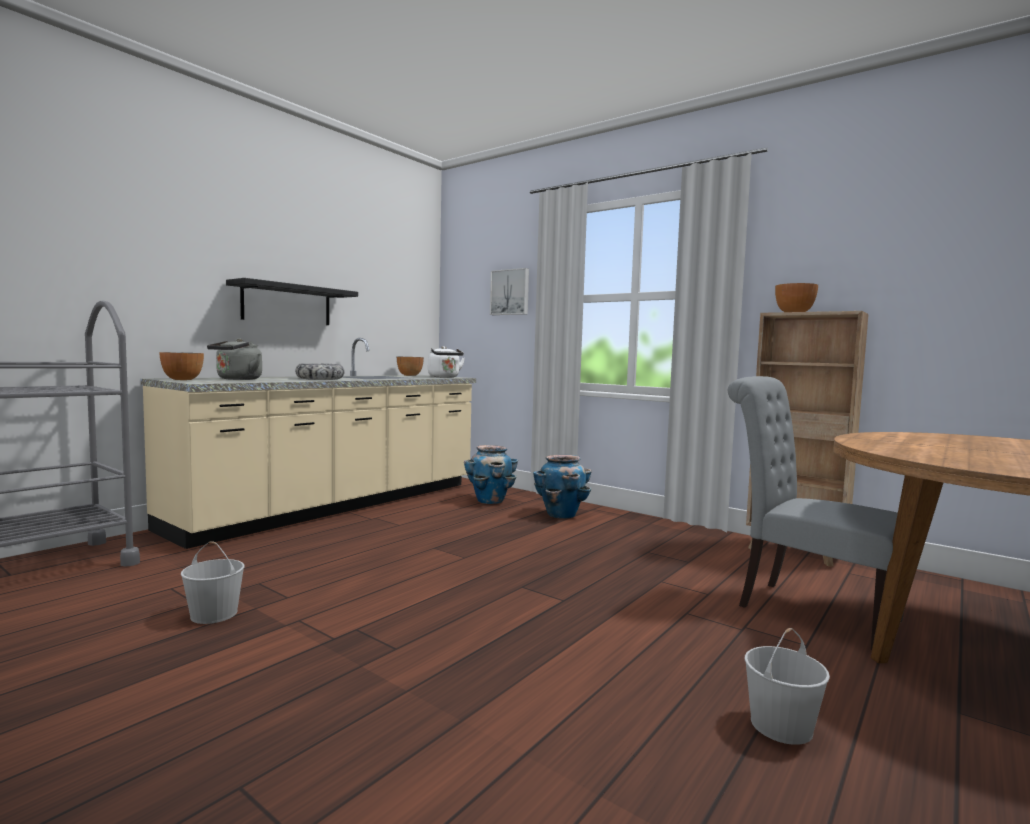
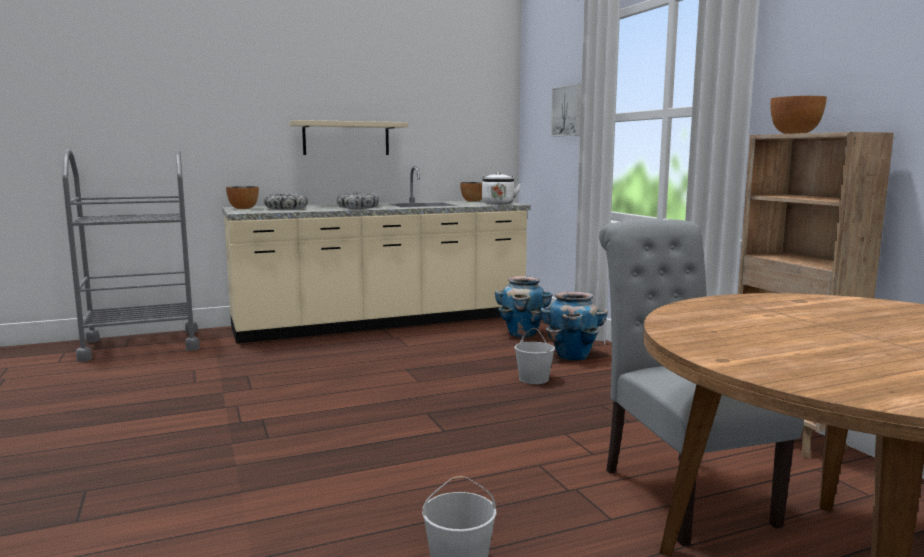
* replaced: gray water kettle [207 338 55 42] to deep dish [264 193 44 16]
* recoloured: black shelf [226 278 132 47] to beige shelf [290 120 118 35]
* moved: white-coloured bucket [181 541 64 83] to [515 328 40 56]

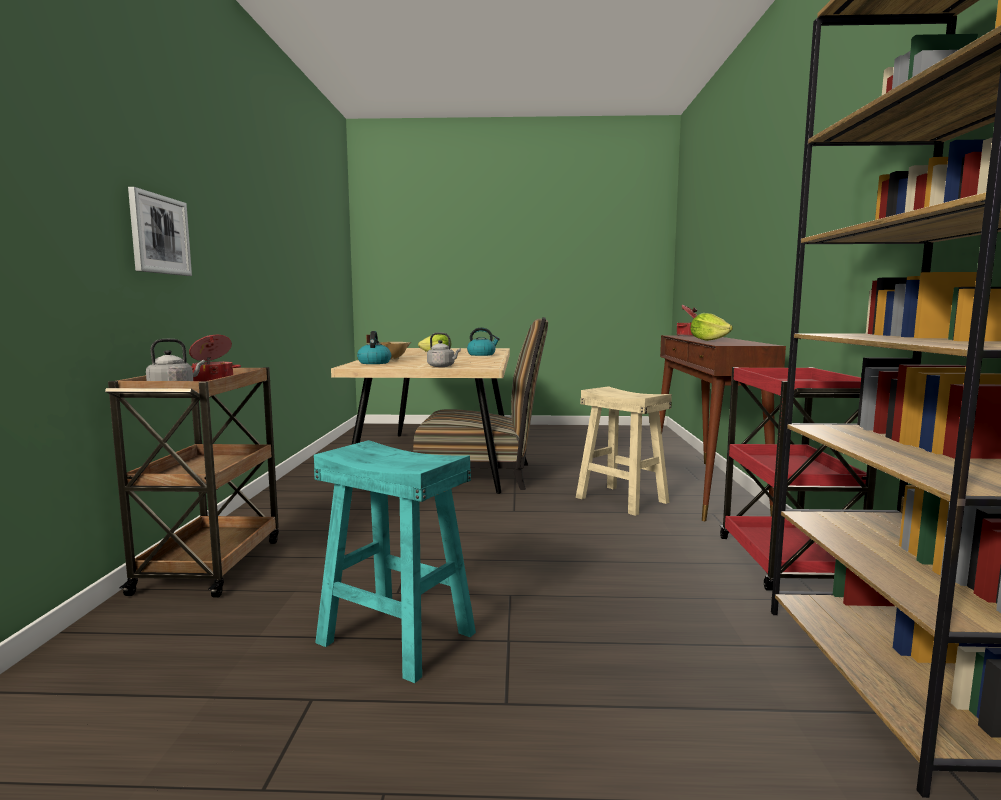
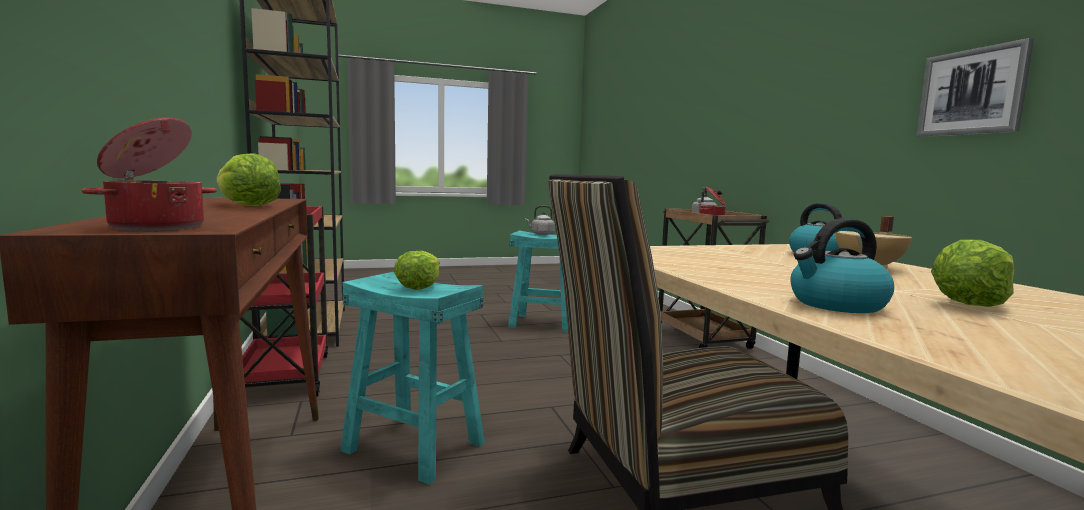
* recoloured: beige sitting stool [576 386 96 130] to turquoise sitting stool [340 272 145 213]
* added: head of lettuce [393 251 47 39]
* moved: gray water kettle [427 332 34 35] to [525 205 30 30]
* moved: wall art [128 187 64 89] to [916 38 118 99]

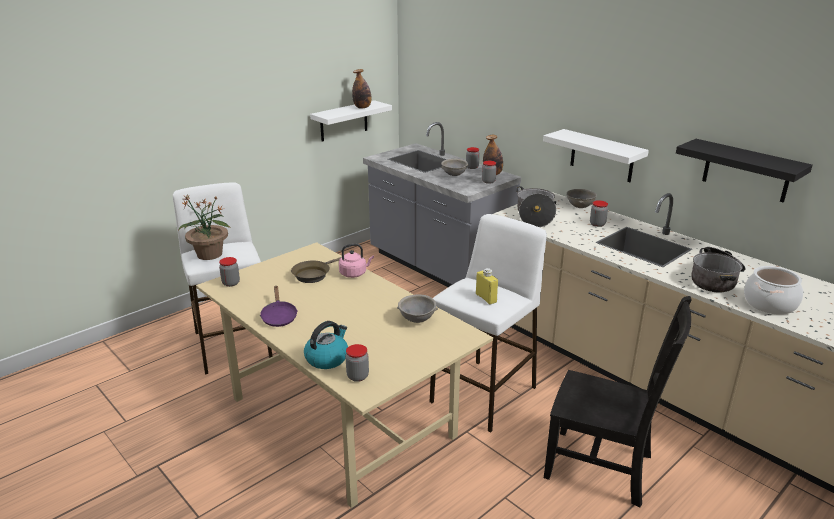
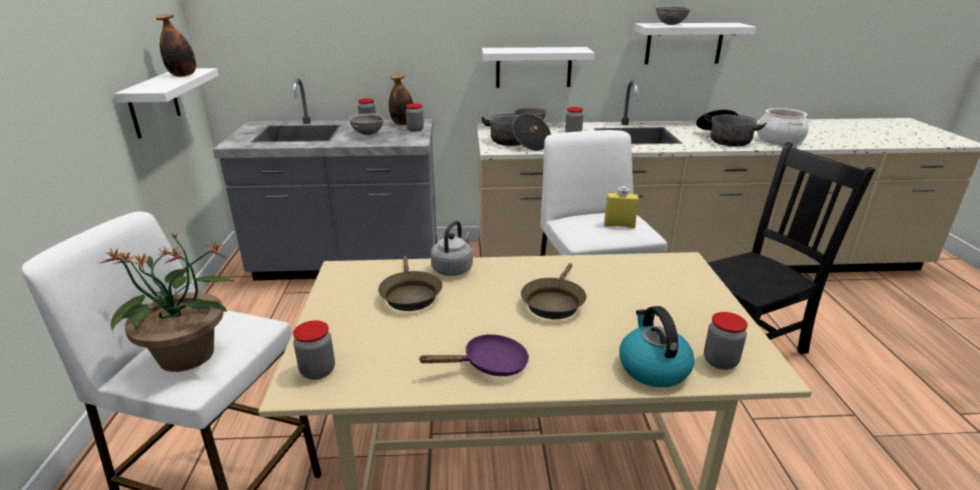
* turned: purplish skillet [260 286 38 41] = [418 334 111 42] 45 degrees counterclockwise
* recoloured: pink water kettle [339 244 35 34] to gray water kettle [431 221 42 55]
* added: brown skillet [521 263 65 56]
* recoloured: black shelf [676 139 137 64] to white-coloured shelf [634 23 122 41]
* moved: gray deep dish [397 294 41 29] to [655 5 36 20]

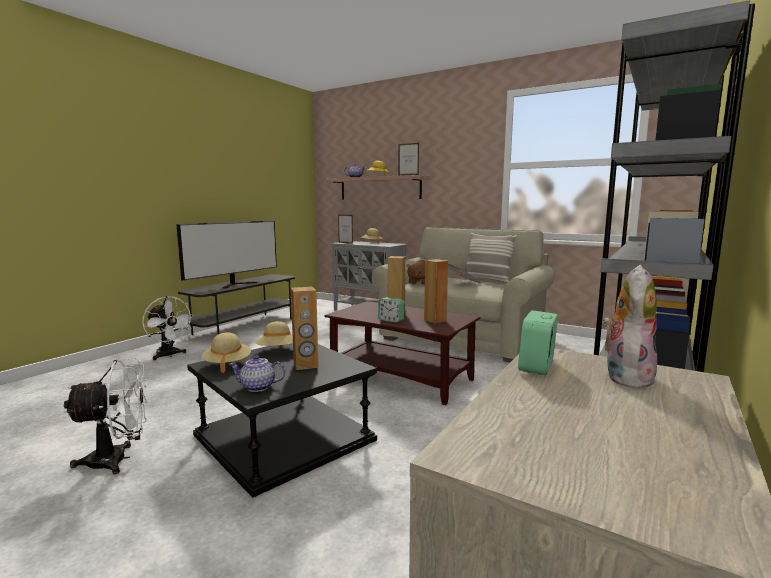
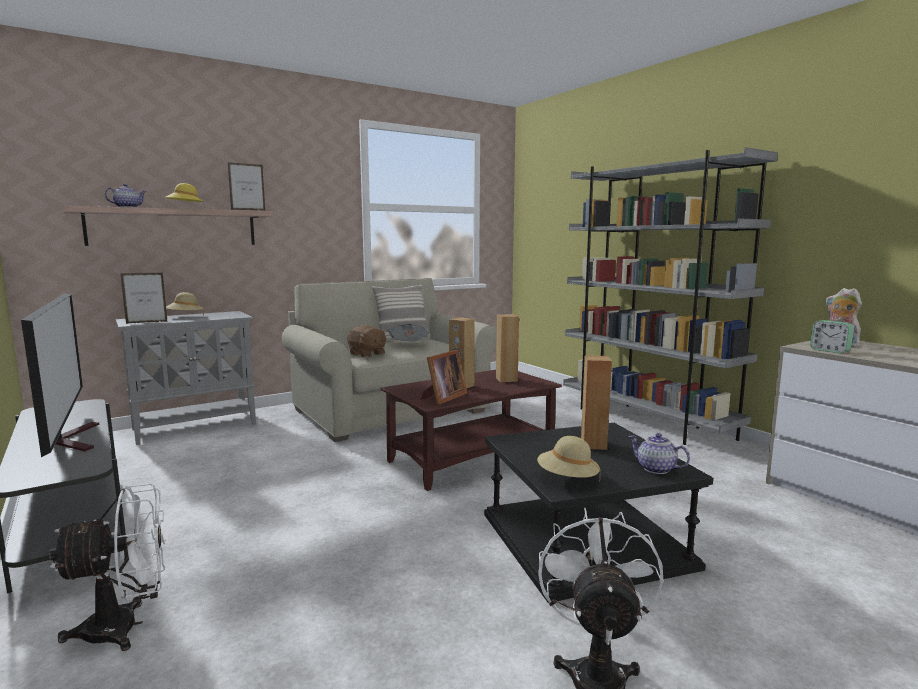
* added: photo frame [421 349 47 56]
* turned: pot for tea [229 355 56 37] = [628 433 62 41] 105 degrees clockwise
* removed: beige wearable hat [255 321 38 25]
* removed: bedside clock [378 297 26 26]

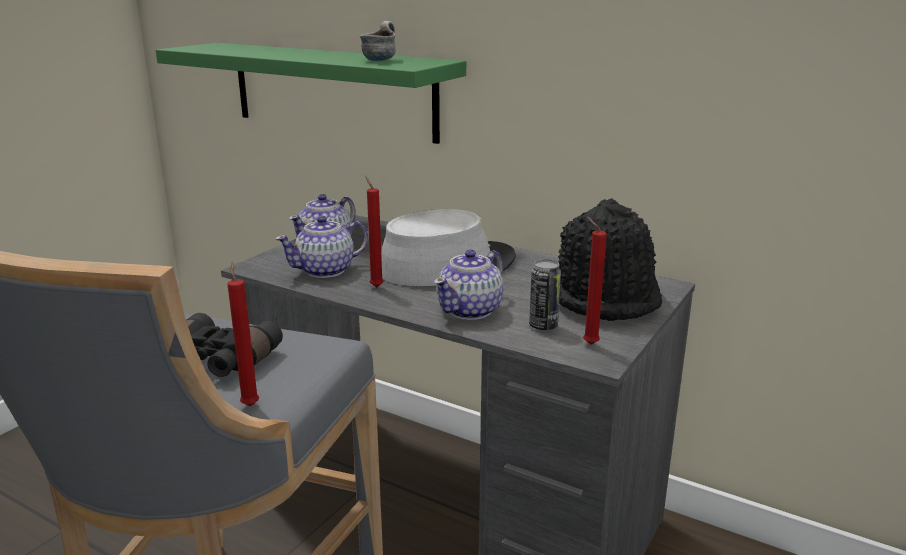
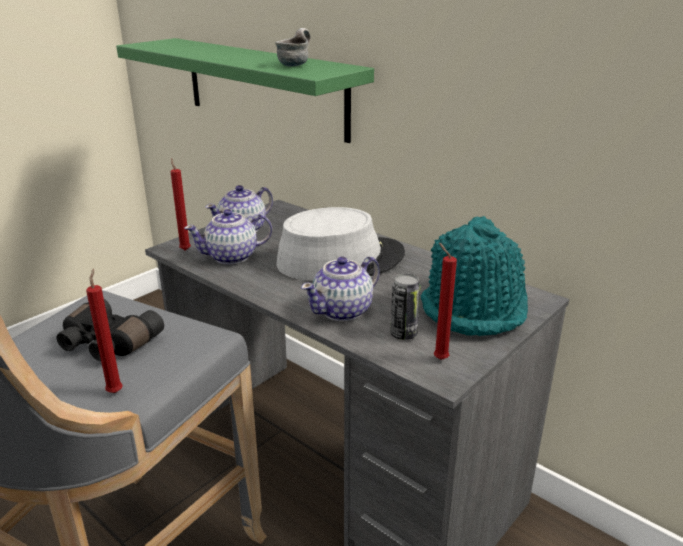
* moved: red-coloured wax light [365 176 19 111] to [170 158 21 93]
* recoloured: black wearable hat [558 198 104 123] to turquoise wearable hat [421 216 107 120]

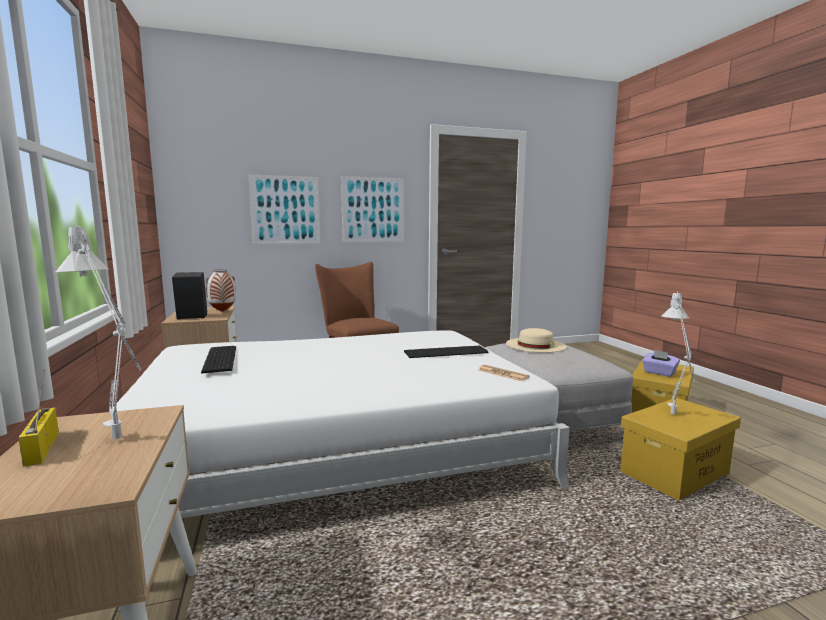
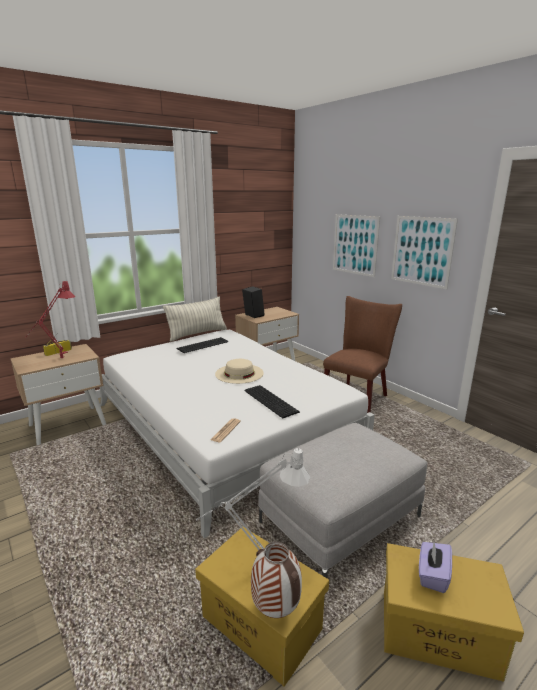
* recoloured: gray table lamp [55 223 86 216] to red-coloured table lamp [27 281 48 77]
* added: pillow [163 297 64 45]
* moved: beige wearable hat [506 328 61 25] to [215 359 49 25]
* moved: vase [206 270 30 42] to [251 542 51 76]

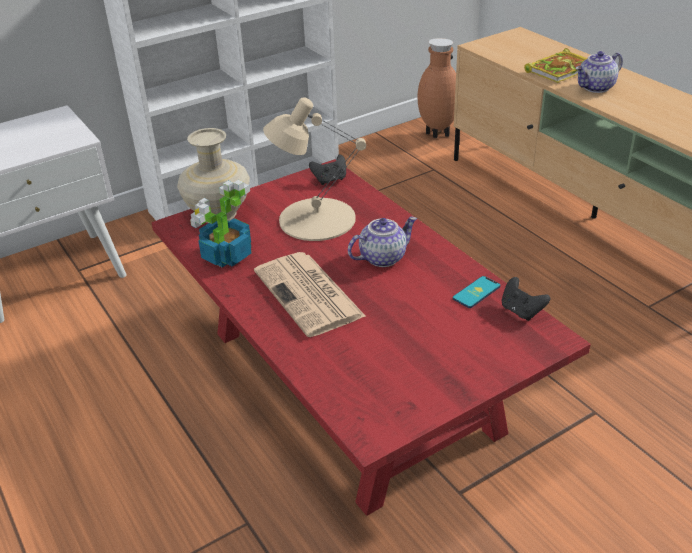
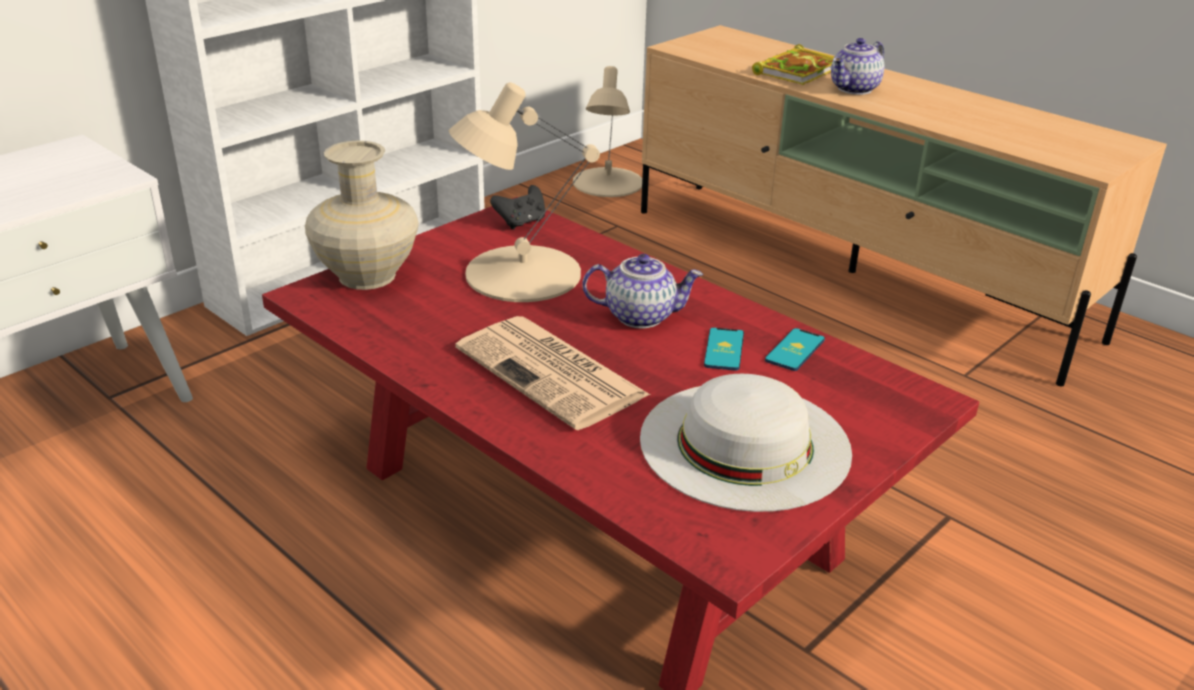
* replaced: brown vase [417 38 39 100] to beige table lamp [573 66 69 131]
* turned: pot for tea [348 217 69 50] = [582 254 121 75] 45 degrees clockwise
* added: white-coloured wearable hat [640 374 212 138]
* added: handset [704 328 40 43]
* removed: potted plant [190 180 61 87]
* removed: black gamepad [502 277 48 44]

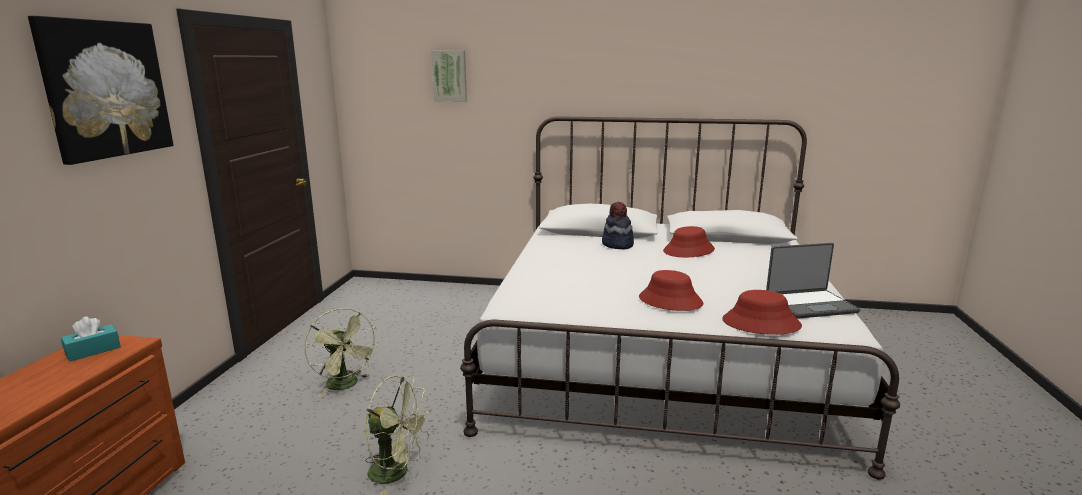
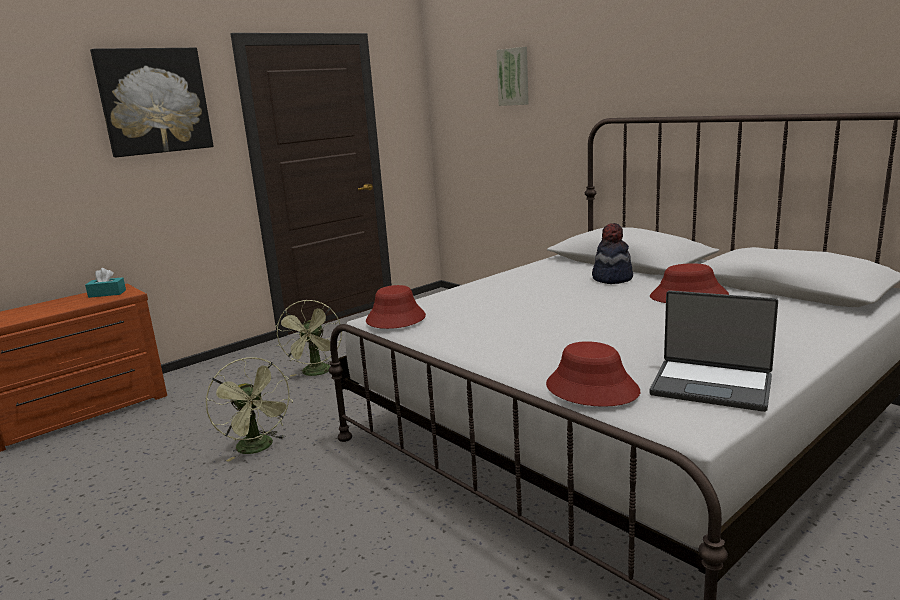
* moved: red-coloured wearable hat [639 270 64 41] to [366 285 60 44]

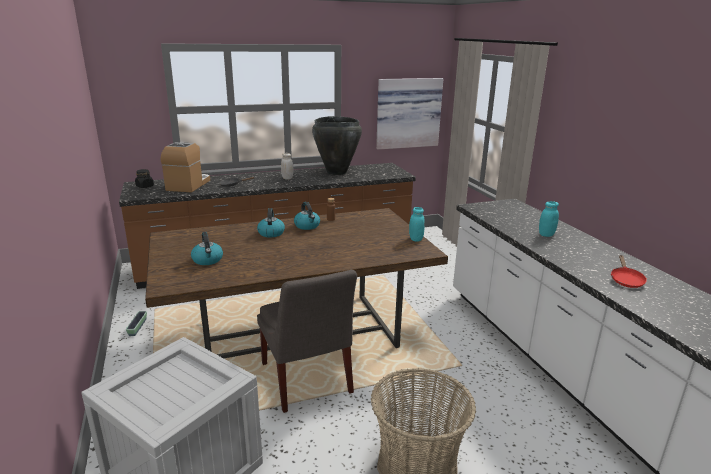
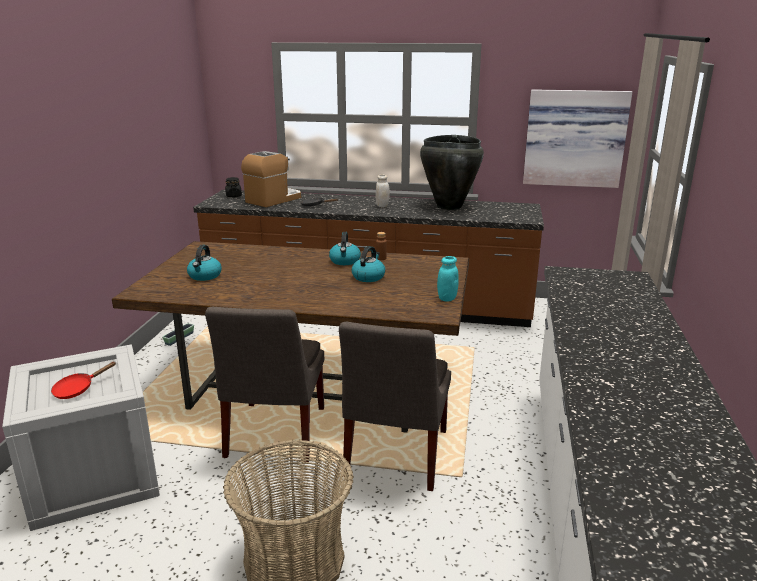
* moved: red-coloured skillet [611 255 36 33] to [51 362 65 37]
* added: gray chair [339 322 112 169]
* moved: water kettle [257 208 28 30] to [351 246 34 36]
* removed: turquoise preserve jar [539 201 20 36]

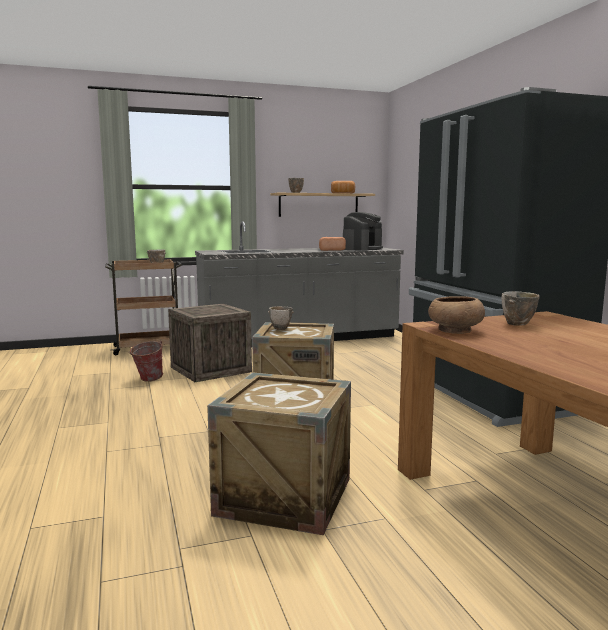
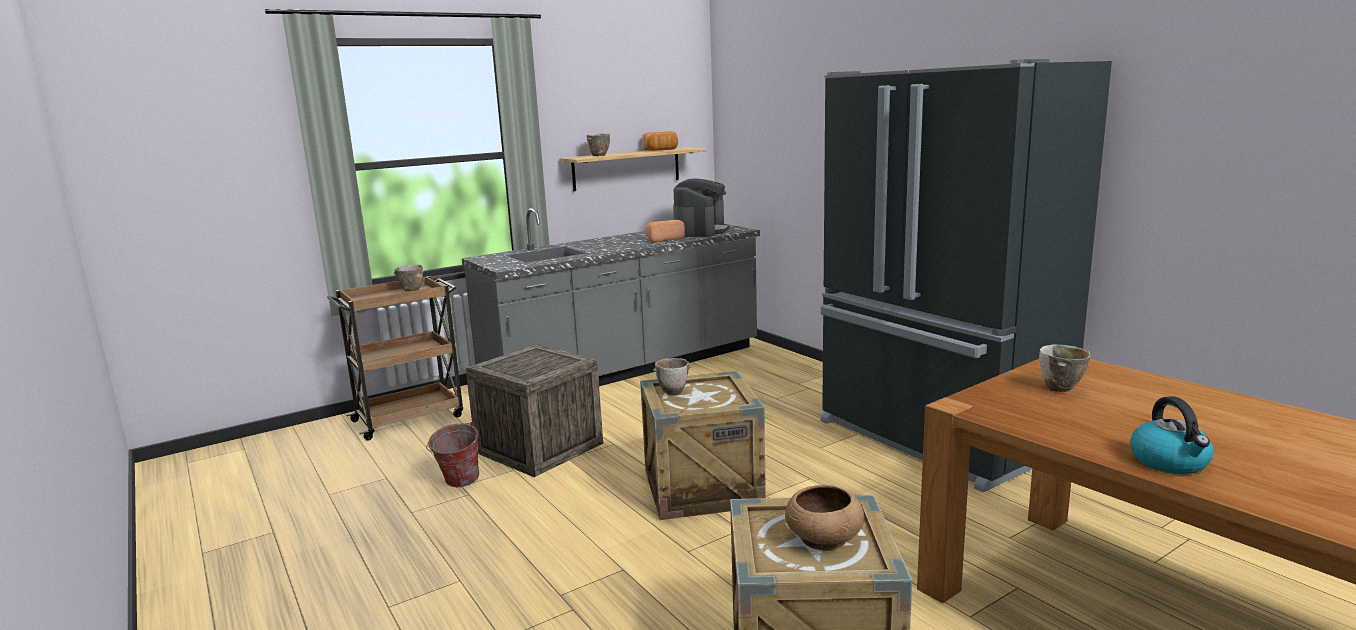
* moved: brown deep dish [428 297 57 37] to [785 485 79 66]
* added: water kettle [1130 396 84 78]

